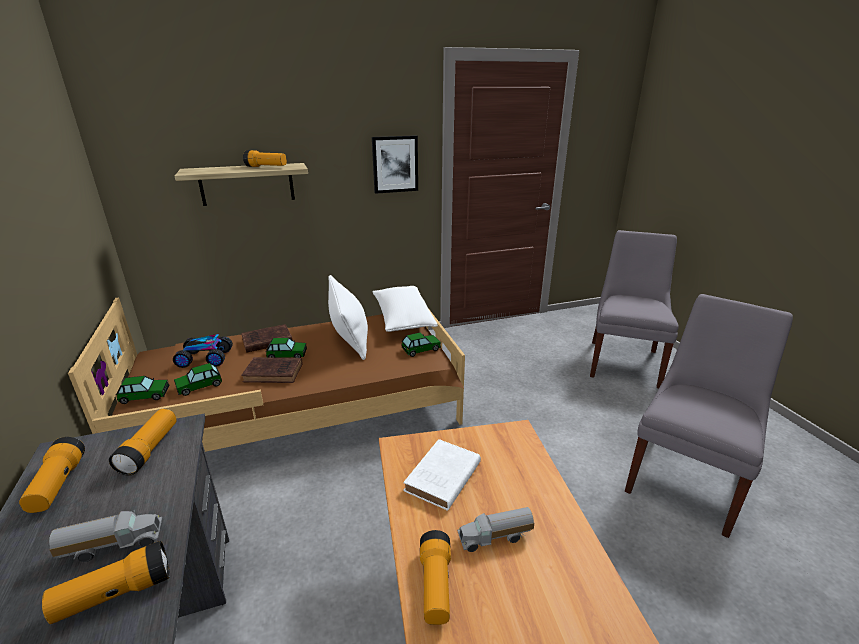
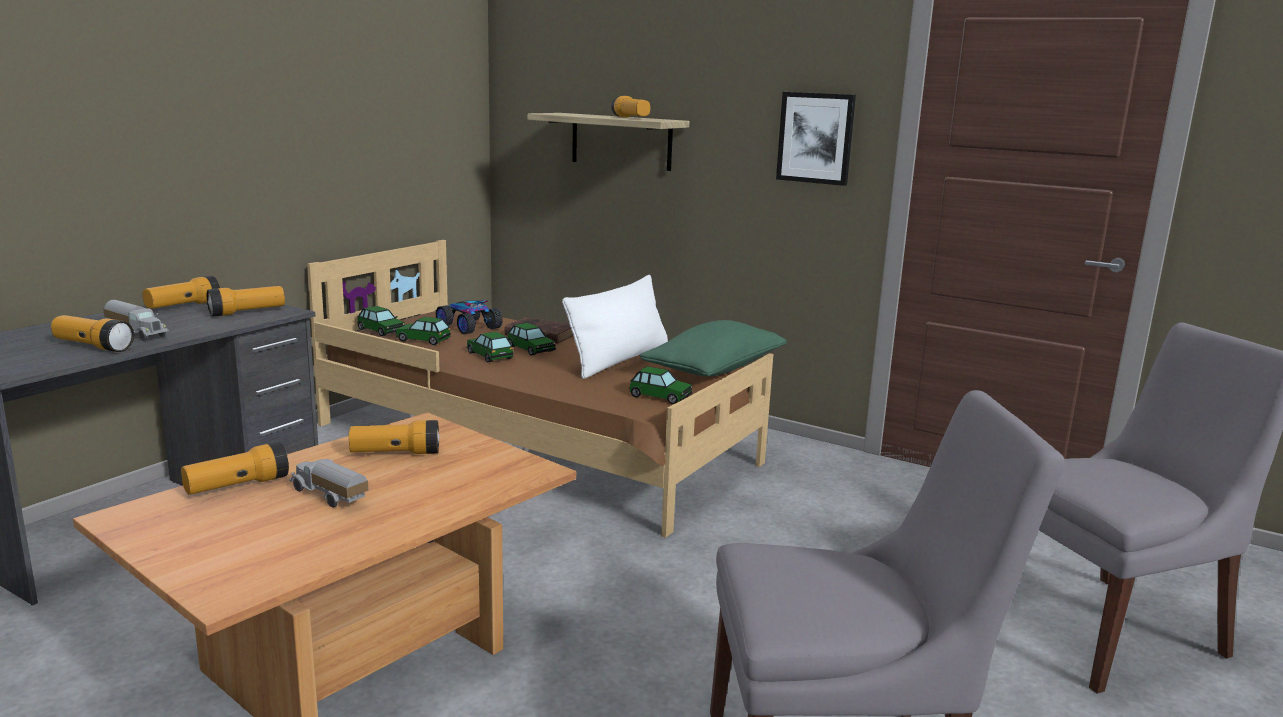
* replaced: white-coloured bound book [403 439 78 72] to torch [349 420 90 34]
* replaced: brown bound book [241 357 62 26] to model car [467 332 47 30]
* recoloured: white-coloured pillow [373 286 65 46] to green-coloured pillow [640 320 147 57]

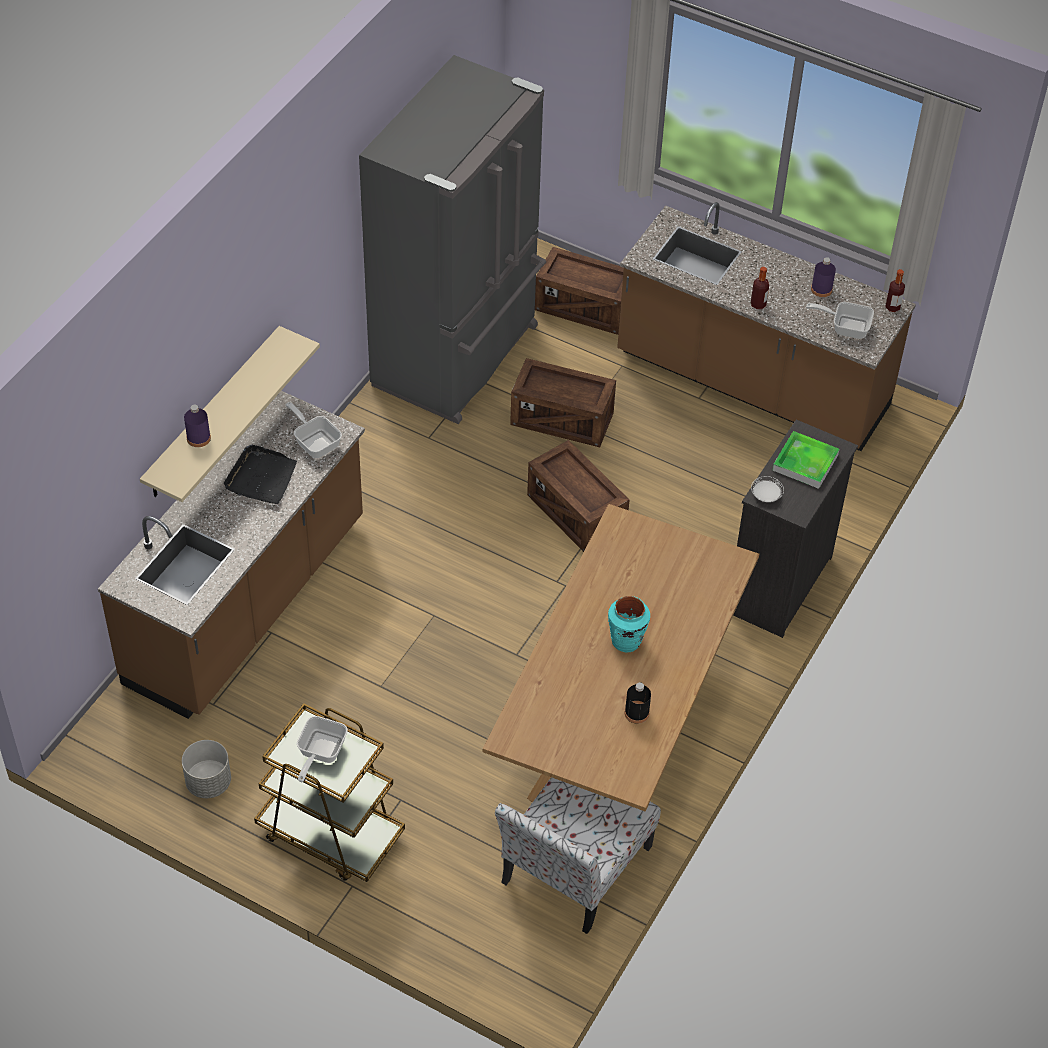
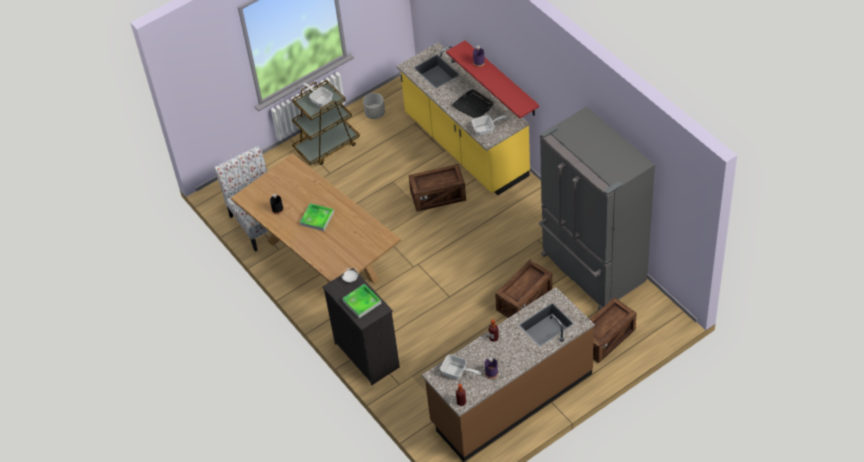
* replaced: turquoise vase [608 596 42 57] to tray [300 203 34 28]
* recoloured: brown kitchen base unit [98 391 267 328] to yellow-coloured kitchen base unit [397 42 133 153]
* moved: shipping crate [527 440 102 112] to [409 164 57 48]
* turned: skillet [806 302 68 37] = [440 354 41 25] 75 degrees clockwise
* recoloured: beige shelf [140 326 180 176] to red-coloured shelf [446 40 93 78]

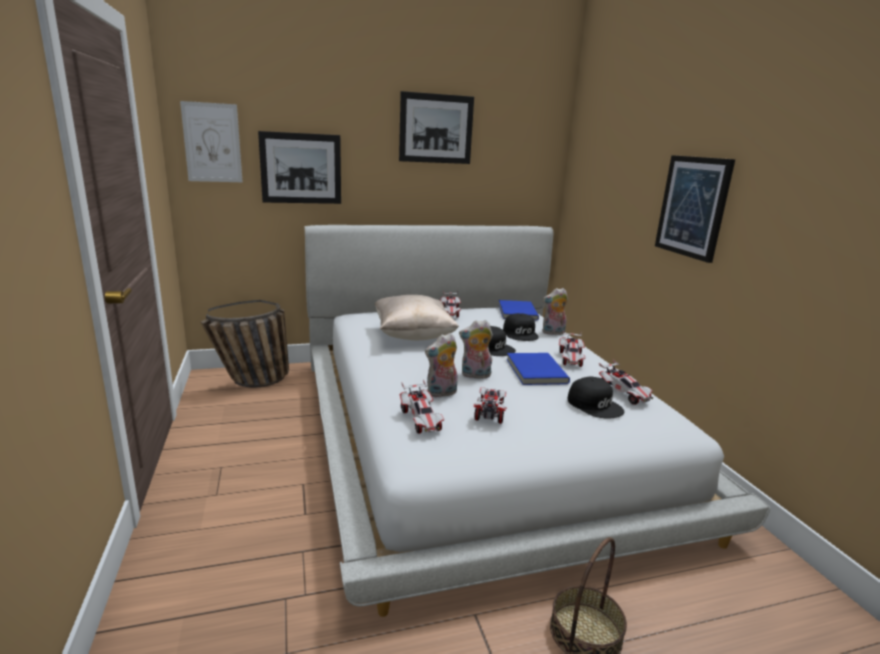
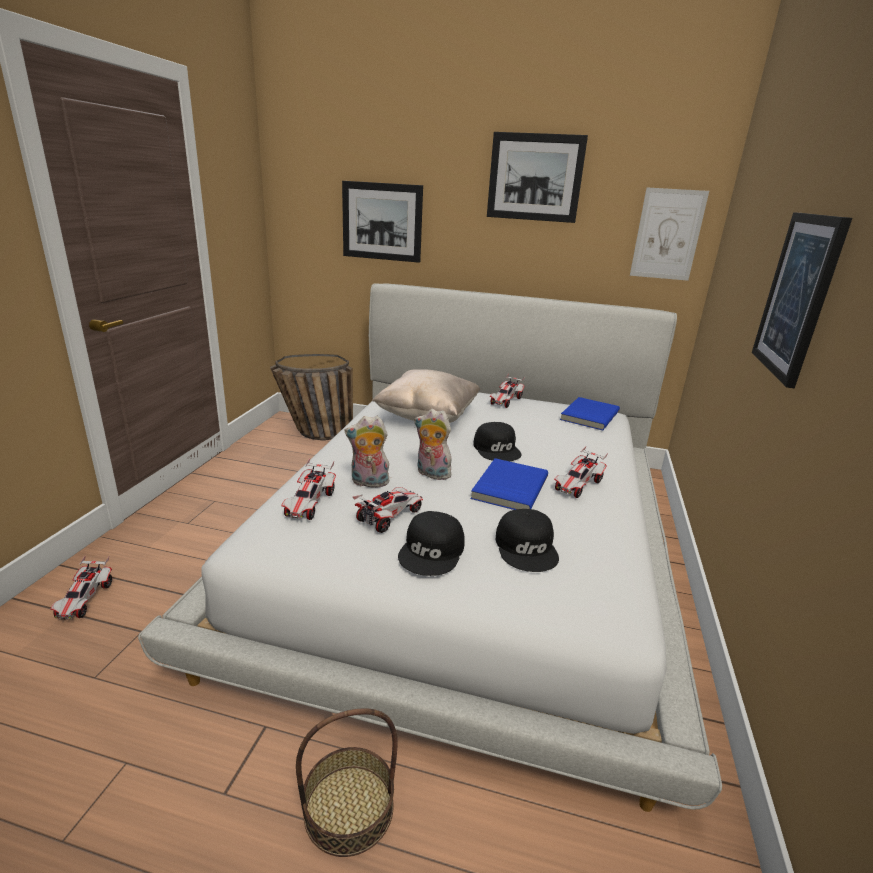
* moved: model car [599 360 54 45] to [51 555 61 65]
* moved: black cap [503 313 36 28] to [398 511 67 65]
* moved: wall art [180 101 62 81] to [630 188 79 93]
* removed: soft toy [542 288 26 47]

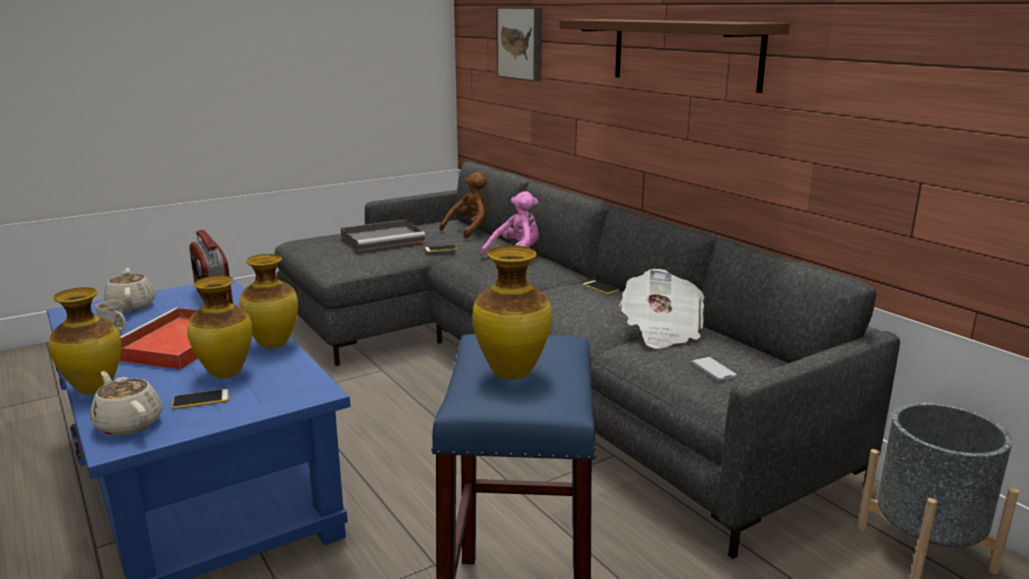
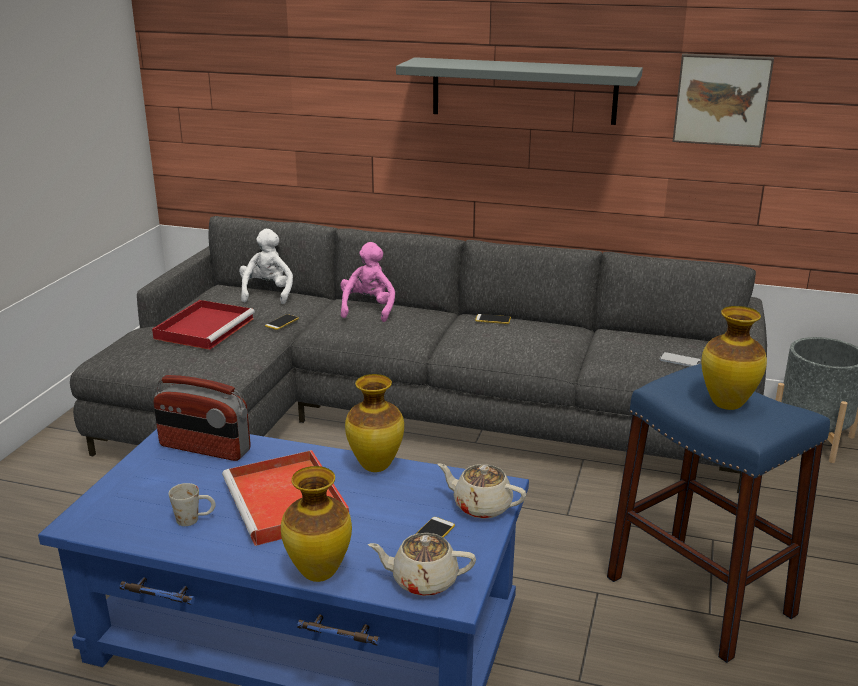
* recoloured: gray tray [341 220 84 31] to red-coloured tray [152 300 103 50]
* recoloured: brown soft toy [440 172 48 67] to white-coloured soft toy [239 229 54 75]
* recoloured: brown shelf [559 19 231 74] to gray shelf [396 57 247 68]
* moved: beige pot for tea [104 268 52 44] to [438 463 88 56]
* moved: wall art [496 7 46 74] to [672 53 102 95]
* removed: vase [187 276 65 102]
* removed: printed paper [619 269 85 80]

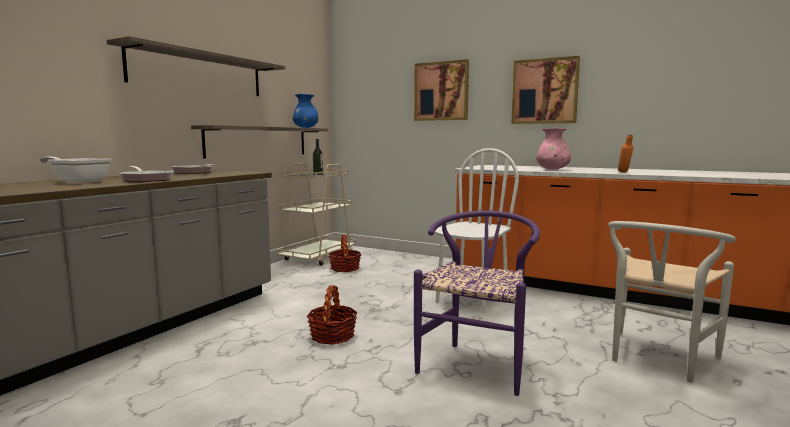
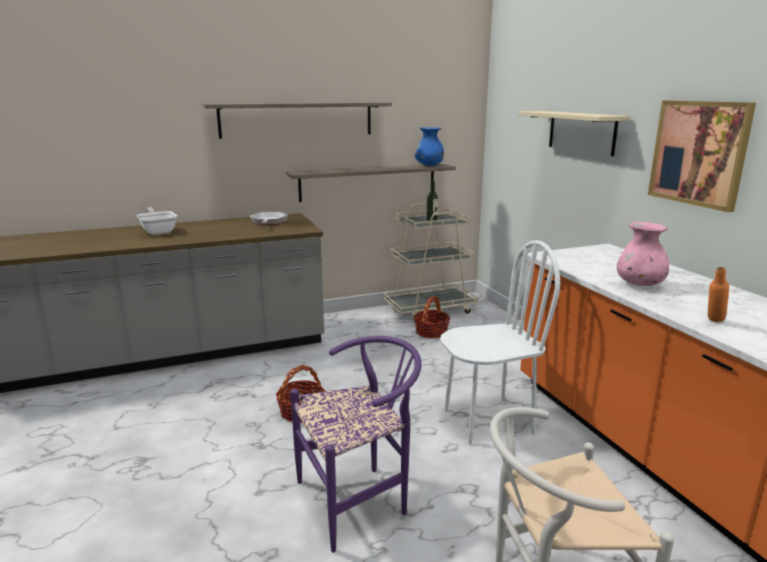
* replaced: wall art [414 59 55 62] to beige shelf [518 111 112 45]
* removed: skillet [119 166 55 16]

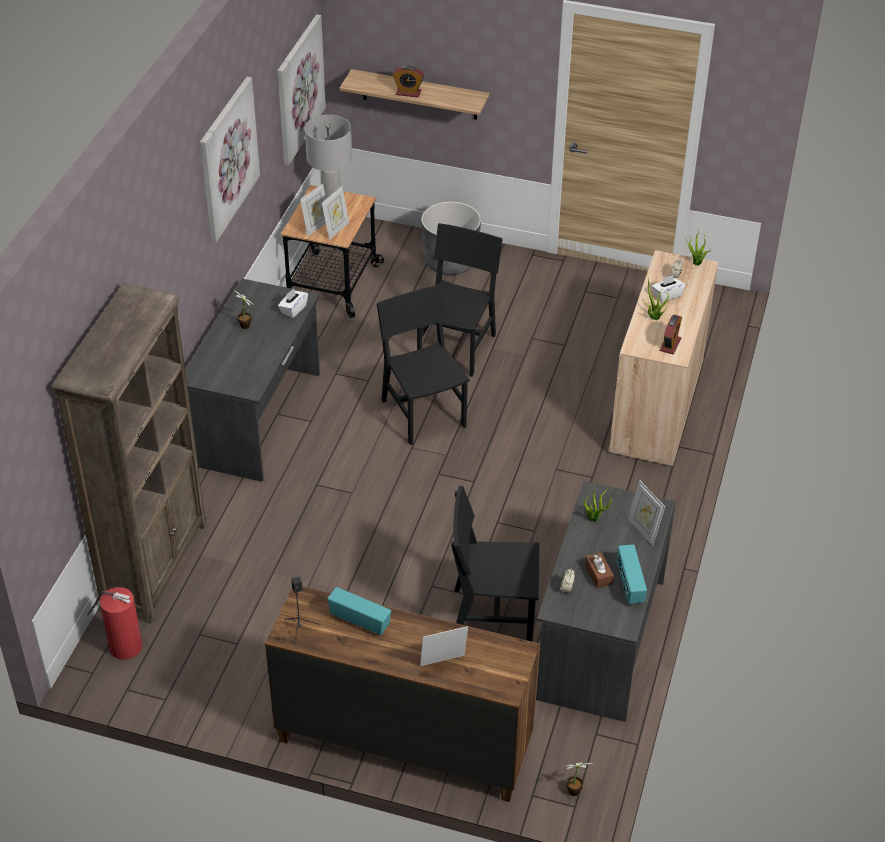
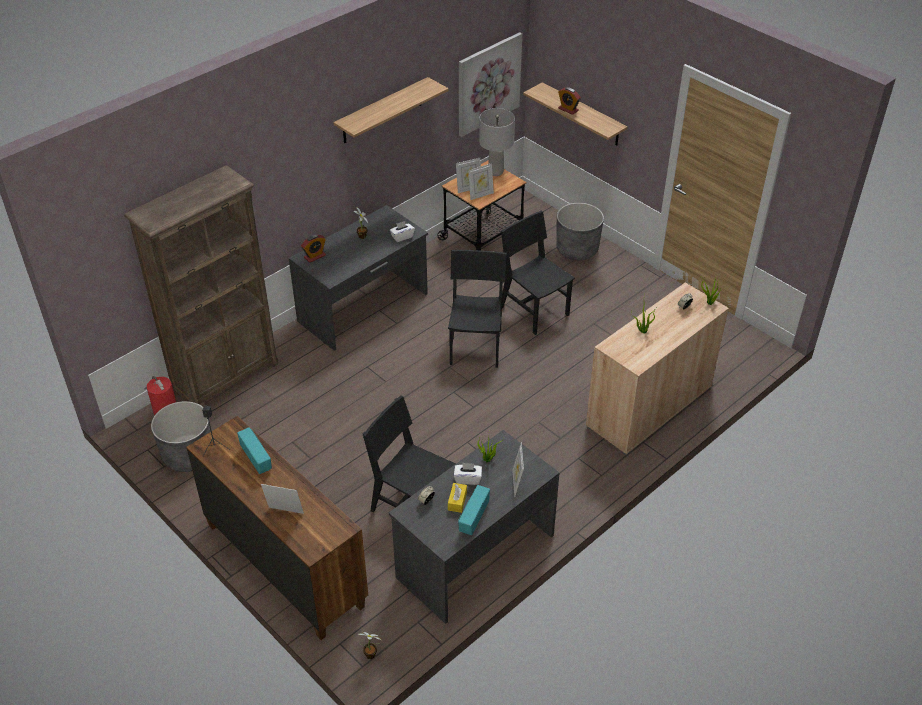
* added: gray plant pot [151 401 60 71]
* moved: bedside clock [660 315 22 39] to [301 235 25 28]
* replaced: wall art [200 77 60 165] to shelf [333 77 116 66]
* recoloured: brown tissue holder [585 552 29 36] to yellow-coloured tissue holder [448 483 19 30]
* moved: white-coloured tissue holder [652 275 33 28] to [454 462 28 23]
* turned: black chair [417 223 86 154] = [501 211 74 124] 90 degrees counterclockwise

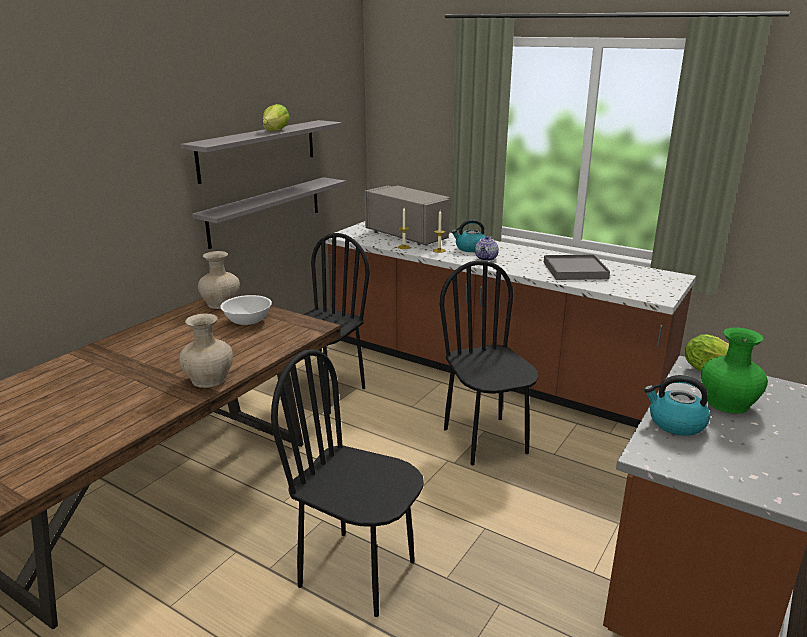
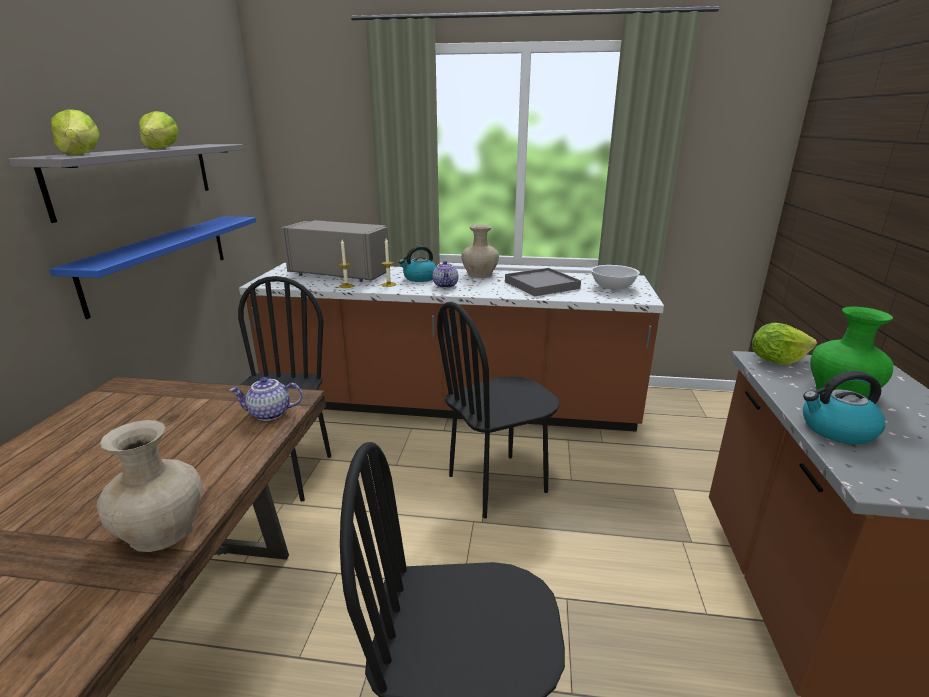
* recoloured: gray shelf [192 177 154 72] to blue-coloured shelf [49 216 207 103]
* added: head of lettuce [51 109 49 46]
* added: pot for tea [230 377 73 44]
* turned: black chair [440 260 98 205] = [437 302 123 217] 75 degrees counterclockwise
* moved: beige vase [198 251 42 58] to [461 225 38 53]
* moved: white-coloured deep dish [220 295 52 30] to [591 265 49 25]

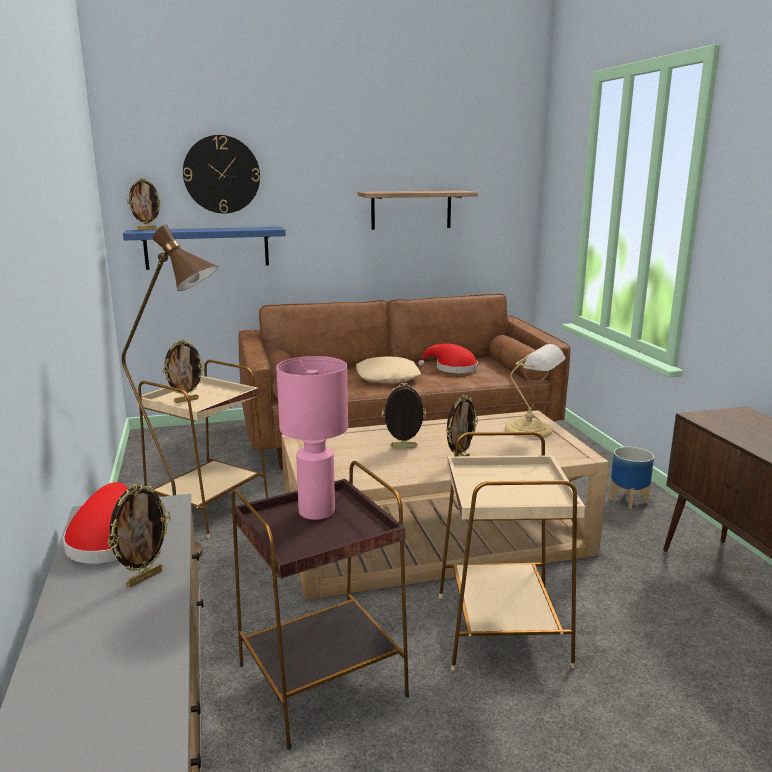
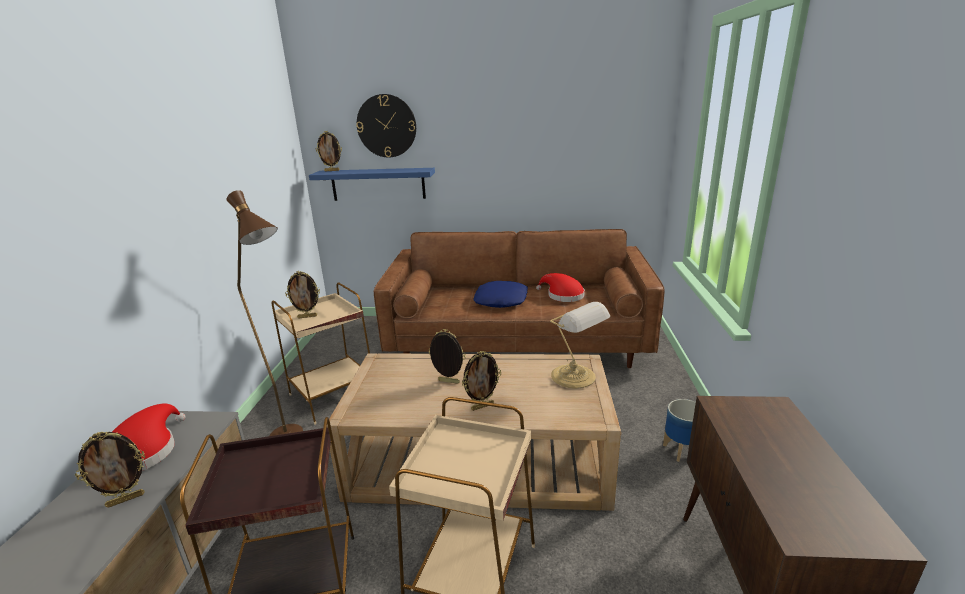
* recoloured: beige pillow [356 356 65 27] to blue-coloured pillow [473 281 55 27]
* removed: pink table lamp [276 356 72 164]
* removed: shelf [358 191 120 39]

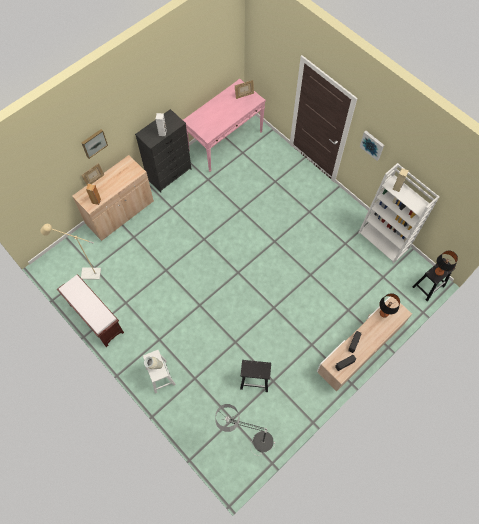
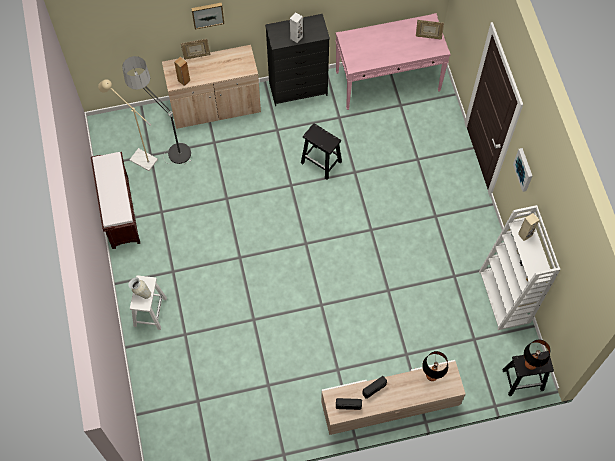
* moved: standing lamp [215 404 60 52] to [122 56 69 108]
* moved: black sitting stool [240 360 31 32] to [301 123 41 57]

